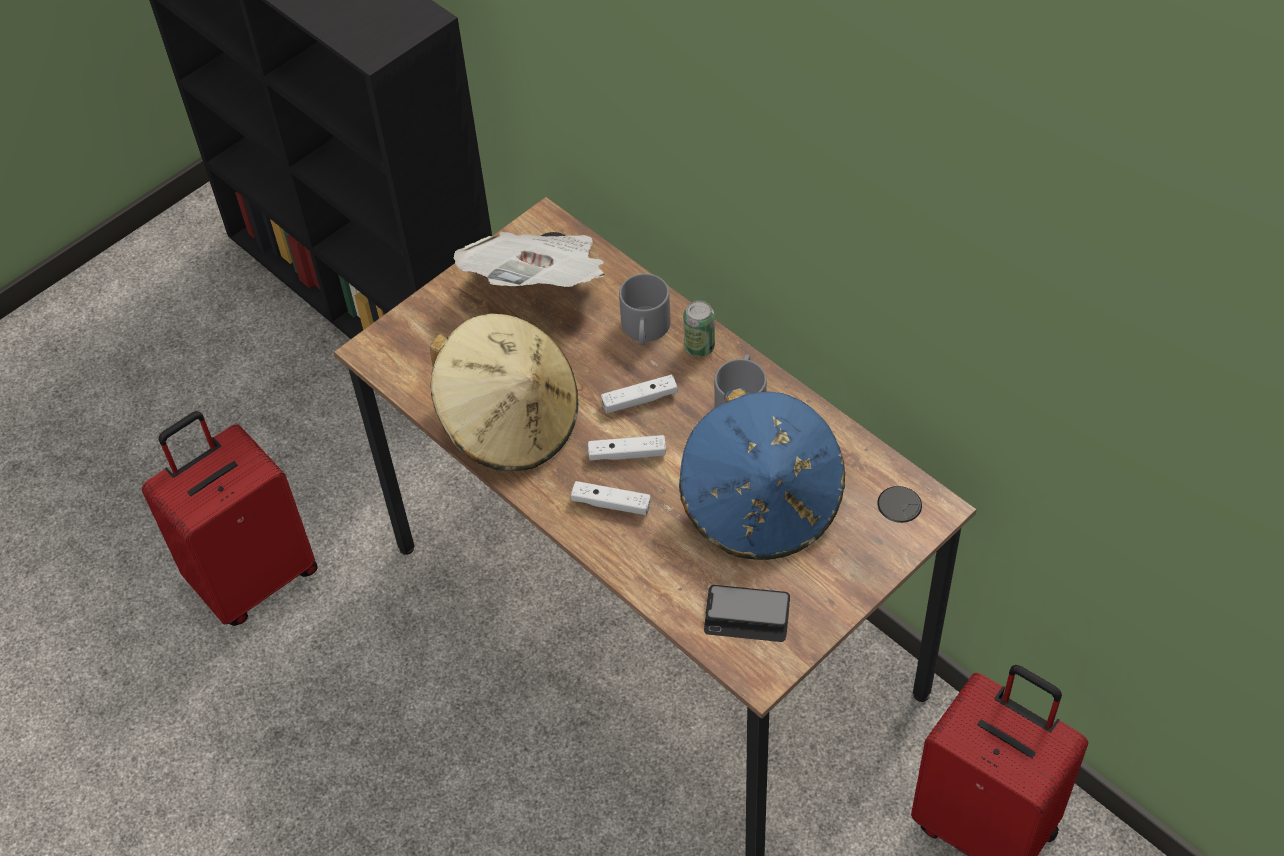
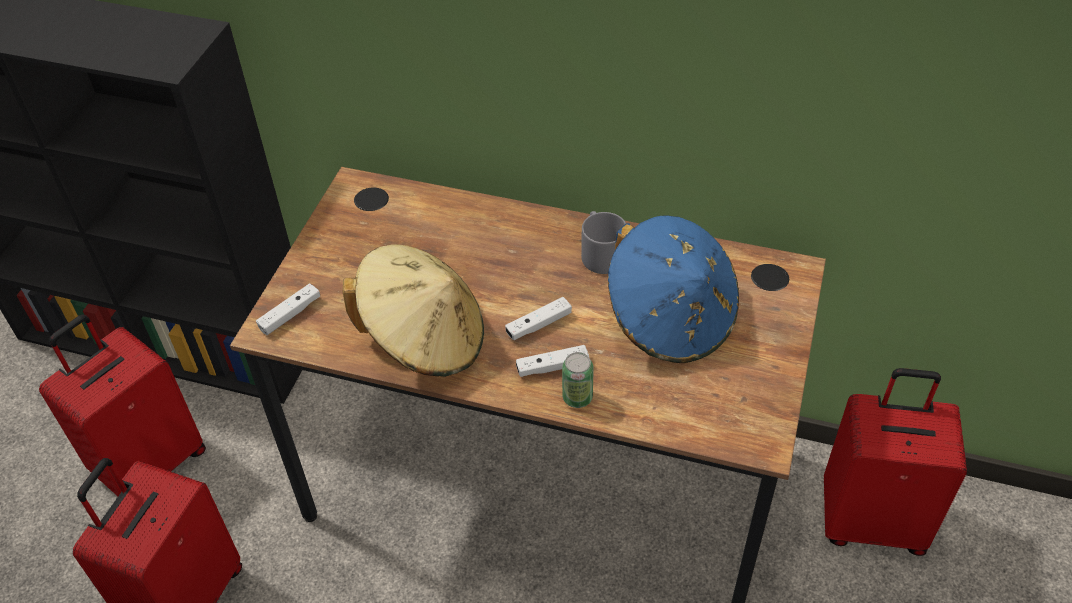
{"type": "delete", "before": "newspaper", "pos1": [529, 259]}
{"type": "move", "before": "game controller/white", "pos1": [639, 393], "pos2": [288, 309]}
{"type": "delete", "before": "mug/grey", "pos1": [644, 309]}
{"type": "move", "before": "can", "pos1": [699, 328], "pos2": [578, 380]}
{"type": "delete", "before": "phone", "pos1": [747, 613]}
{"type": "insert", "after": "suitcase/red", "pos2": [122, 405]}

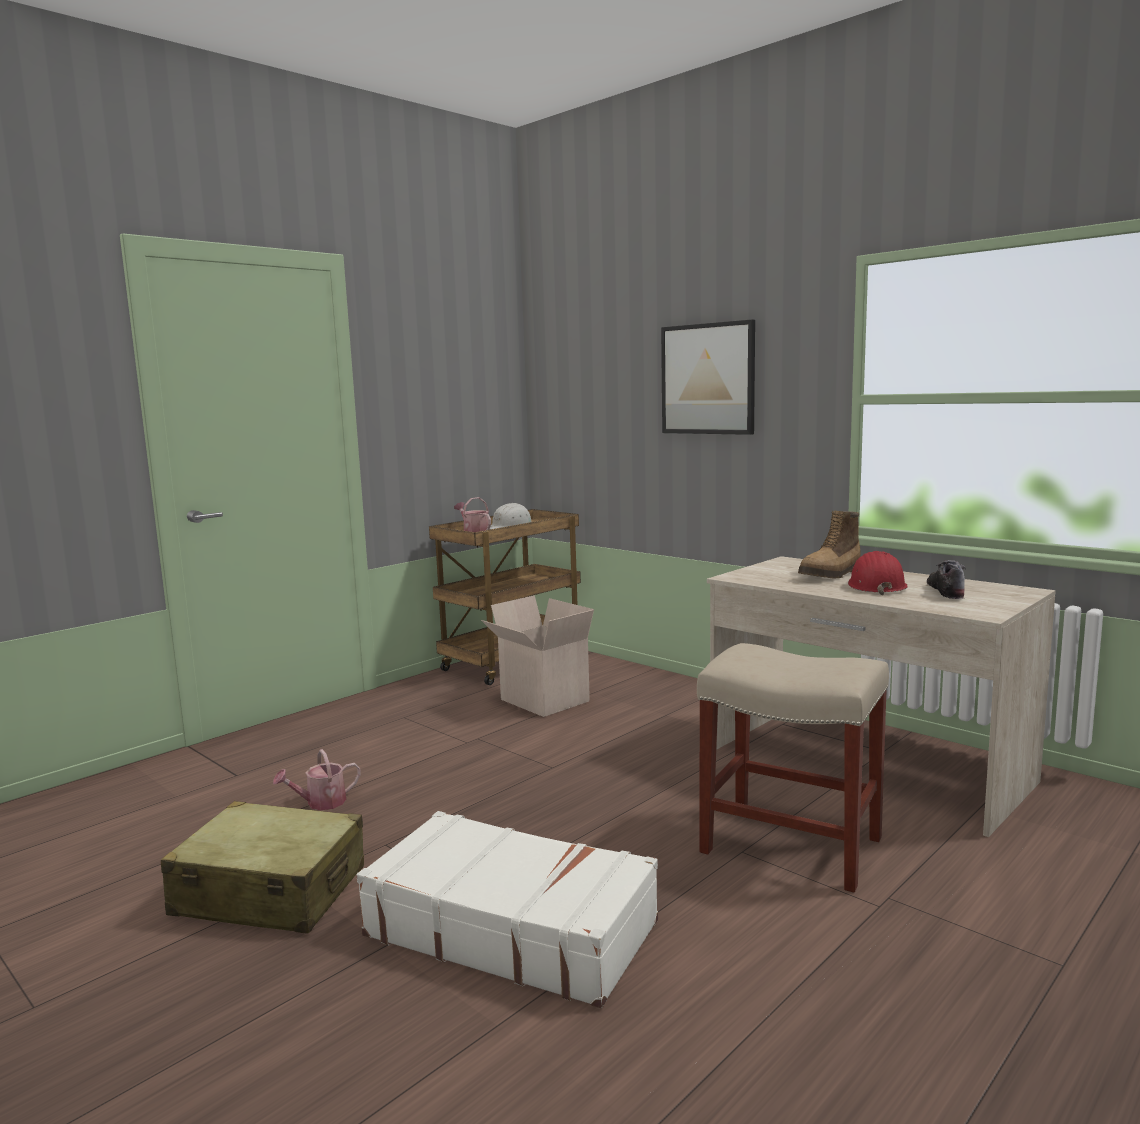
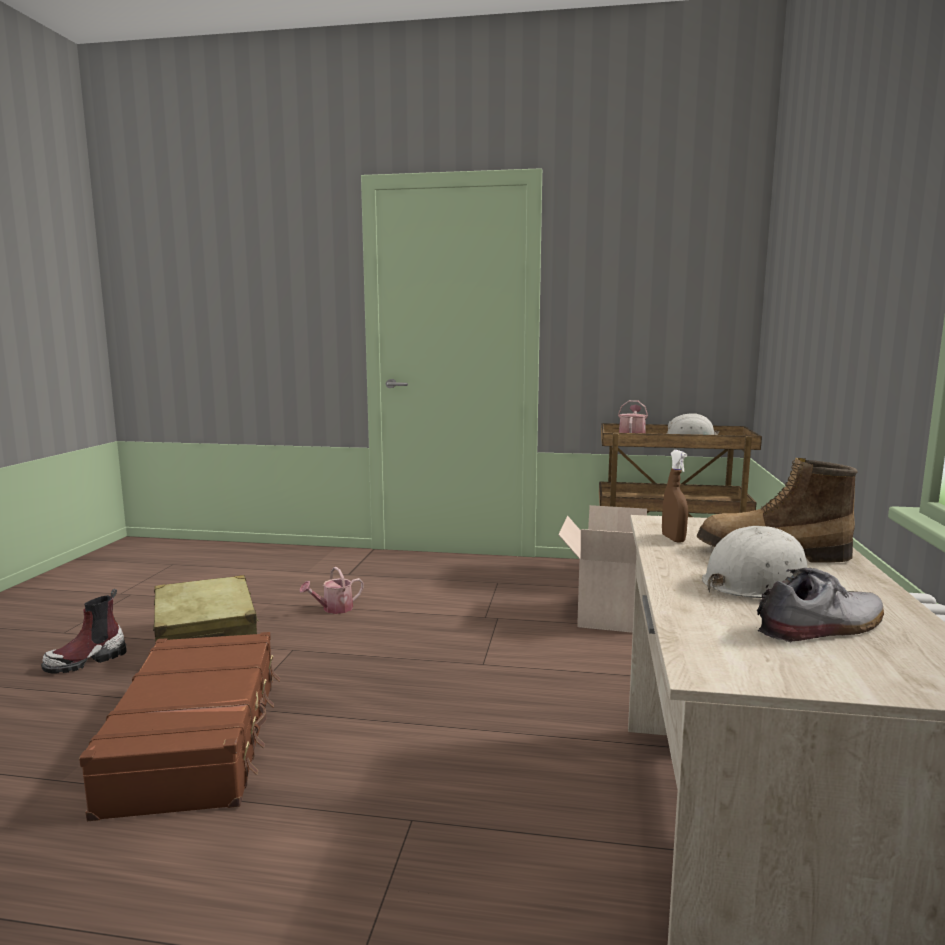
{"type": "rotate", "before": "watering can", "pos1": [317, 779], "pos2": [332, 590], "turn": -60}
{"type": "recolor", "before": "suitcase/white", "after": "suitcase/brown", "pos1": [507, 909], "pos2": [179, 726]}
{"type": "delete", "before": "picture", "pos1": [708, 377]}
{"type": "delete", "before": "stool/beige", "pos1": [793, 768]}
{"type": "recolor", "before": "hard hat/red", "after": "hard hat/white", "pos1": [878, 573], "pos2": [754, 562]}
{"type": "insert", "after": "boot", "pos2": [83, 631]}
{"type": "insert", "after": "spray bottle/brown", "pos2": [675, 496]}

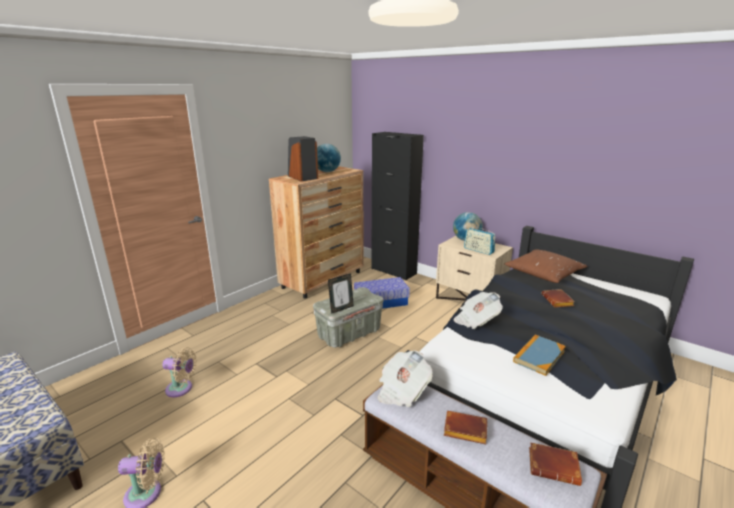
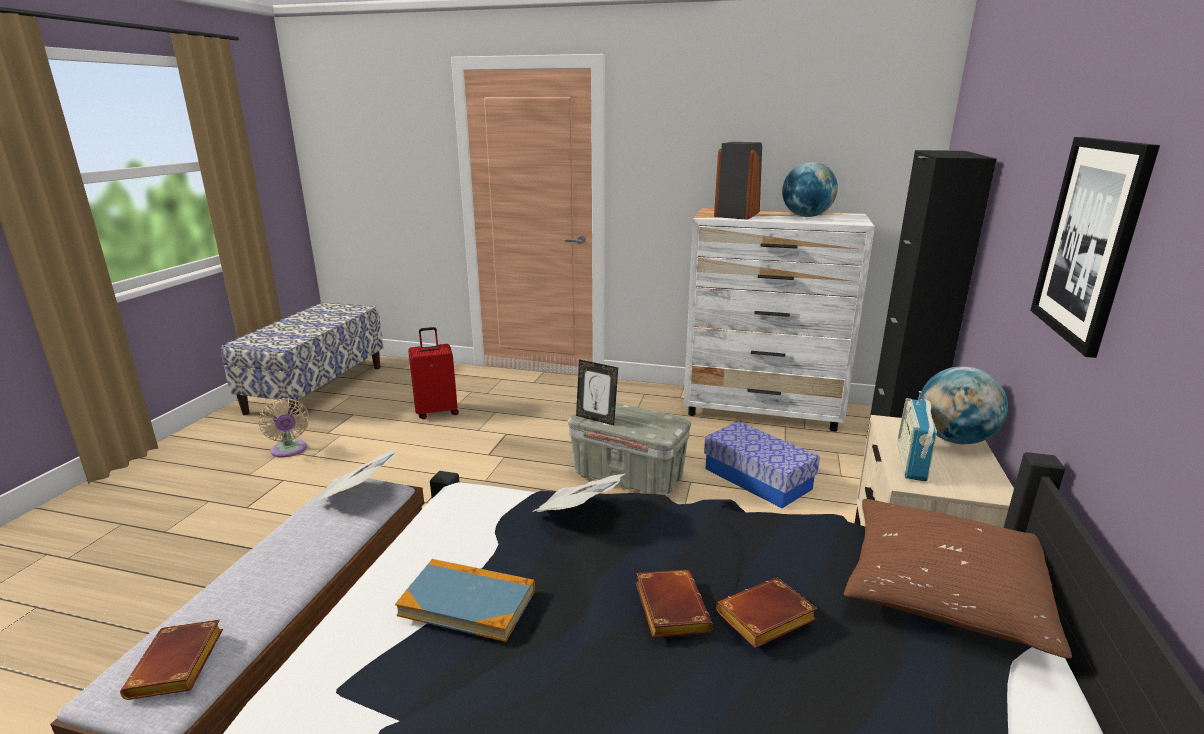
{"type": "replace", "before": "fan/beige", "after": "suitcase/red", "pos1": [179, 372], "pos2": [433, 373]}
{"type": "recolor", "before": "dresser/brown", "after": "dresser/white", "pos1": [316, 232], "pos2": [779, 320]}
{"type": "move", "before": "book/brown", "pos1": [465, 427], "pos2": [674, 604]}
{"type": "insert", "after": "picture", "pos2": [1095, 247]}

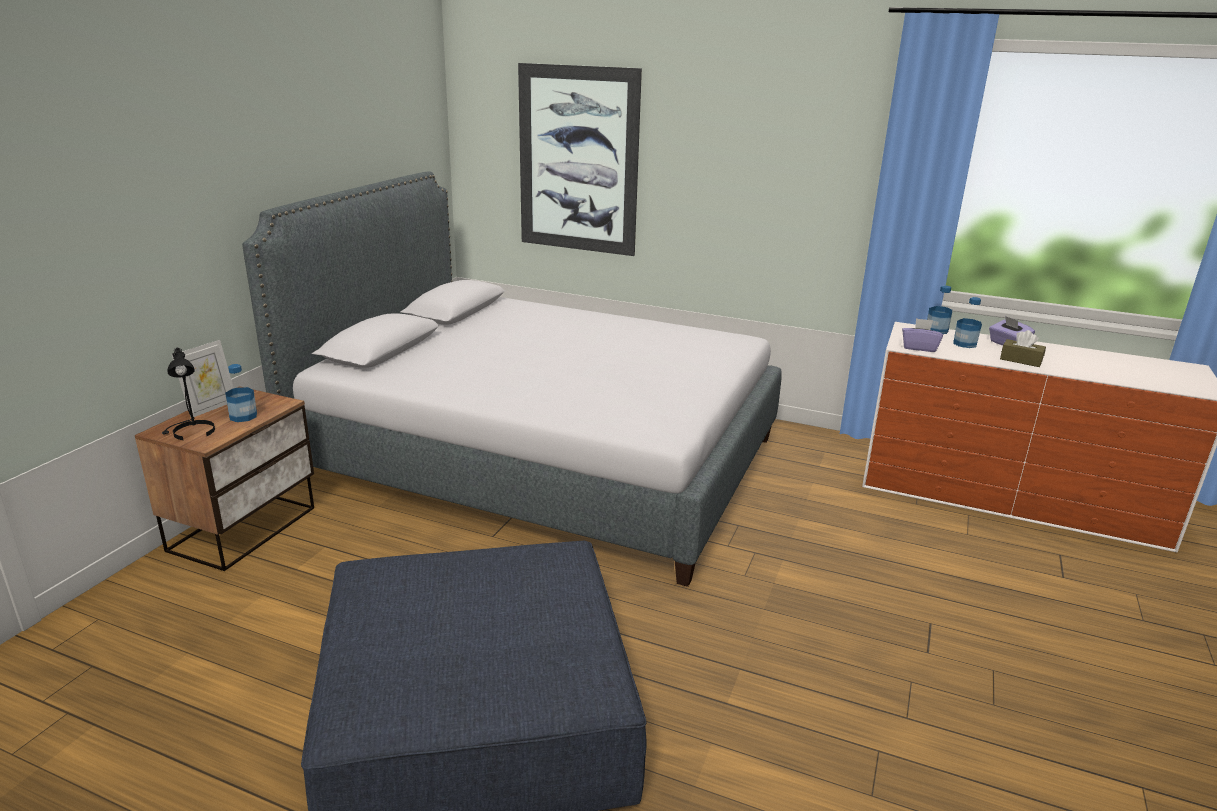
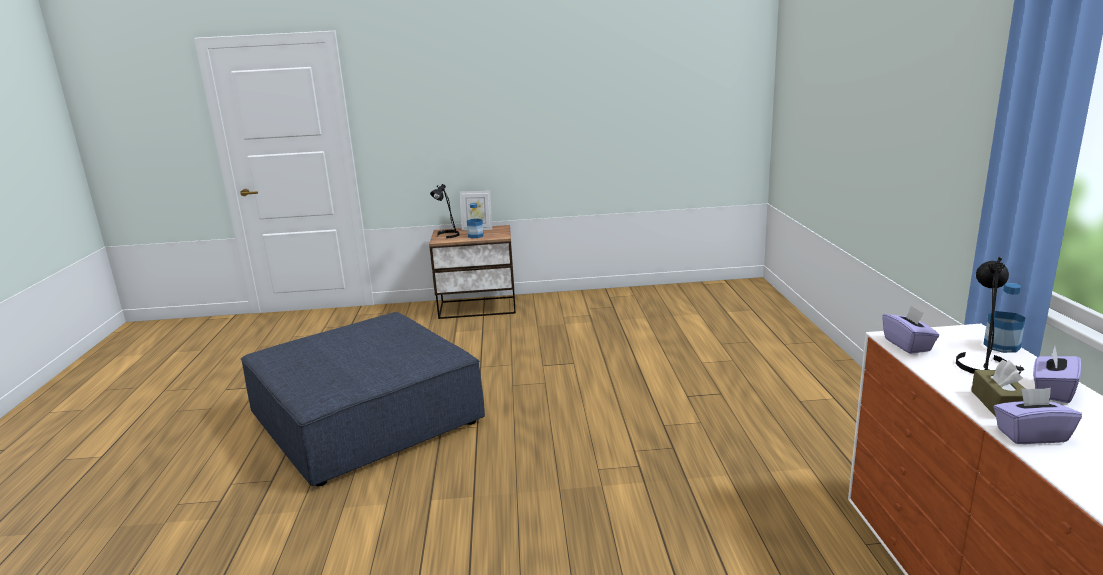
{"type": "delete", "before": "bed/grey", "pos1": [512, 379]}
{"type": "delete", "before": "picture", "pos1": [580, 159]}
{"type": "replace", "before": "bottle", "after": "table lamp/black", "pos1": [967, 322], "pos2": [990, 315]}
{"type": "insert", "after": "tissue box/purple", "pos2": [1037, 416]}

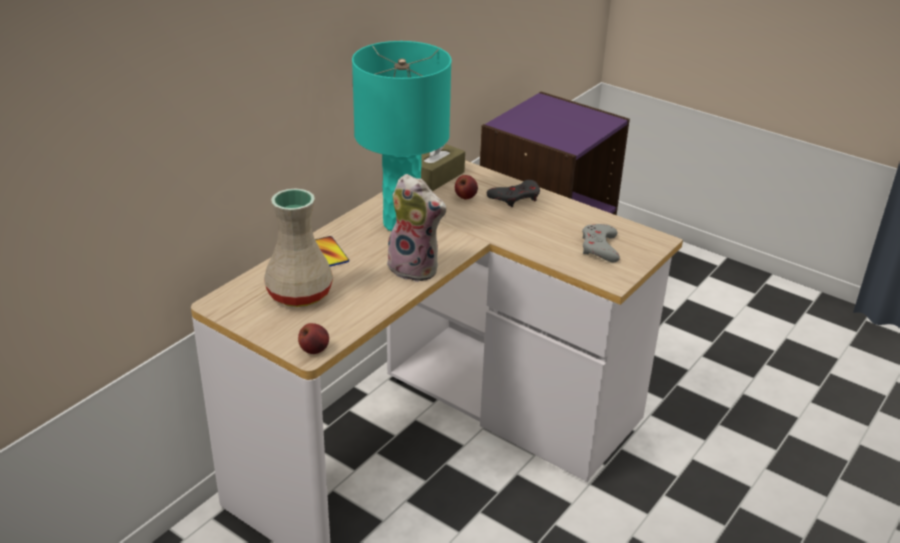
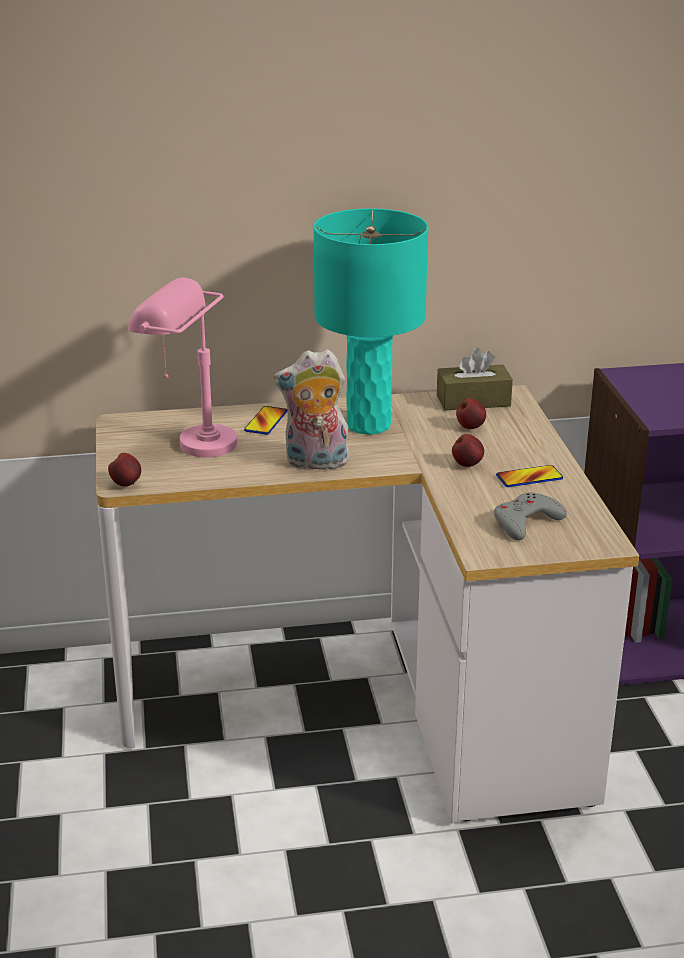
{"type": "replace", "before": "vase/beige", "after": "table lamp/pink", "pos1": [298, 248], "pos2": [182, 367]}
{"type": "rotate", "before": "plush toy", "pos1": [414, 228], "pos2": [311, 409], "turn": 105}
{"type": "delete", "before": "game controller/grey", "pos1": [513, 193]}
{"type": "insert", "after": "apple", "pos2": [468, 450]}
{"type": "insert", "after": "phone", "pos2": [529, 476]}

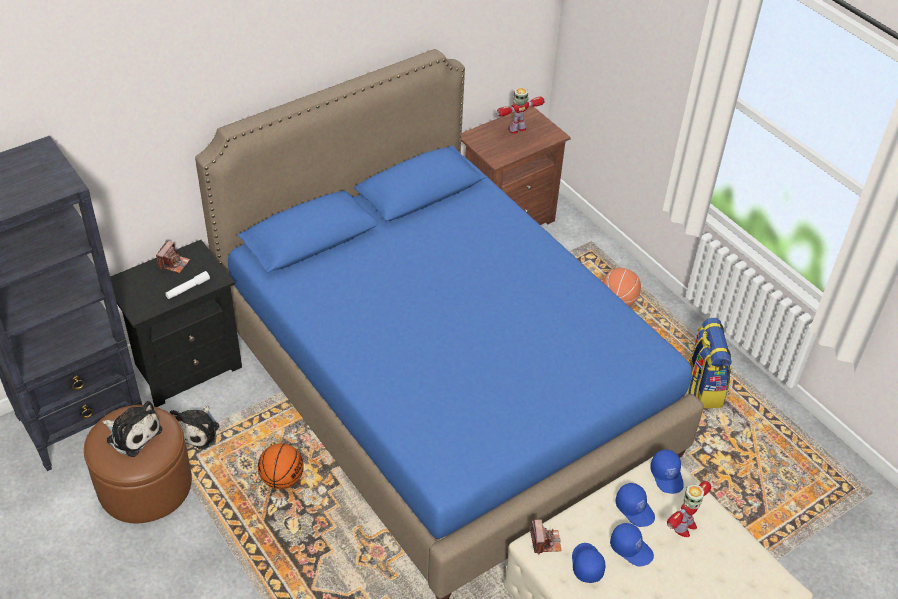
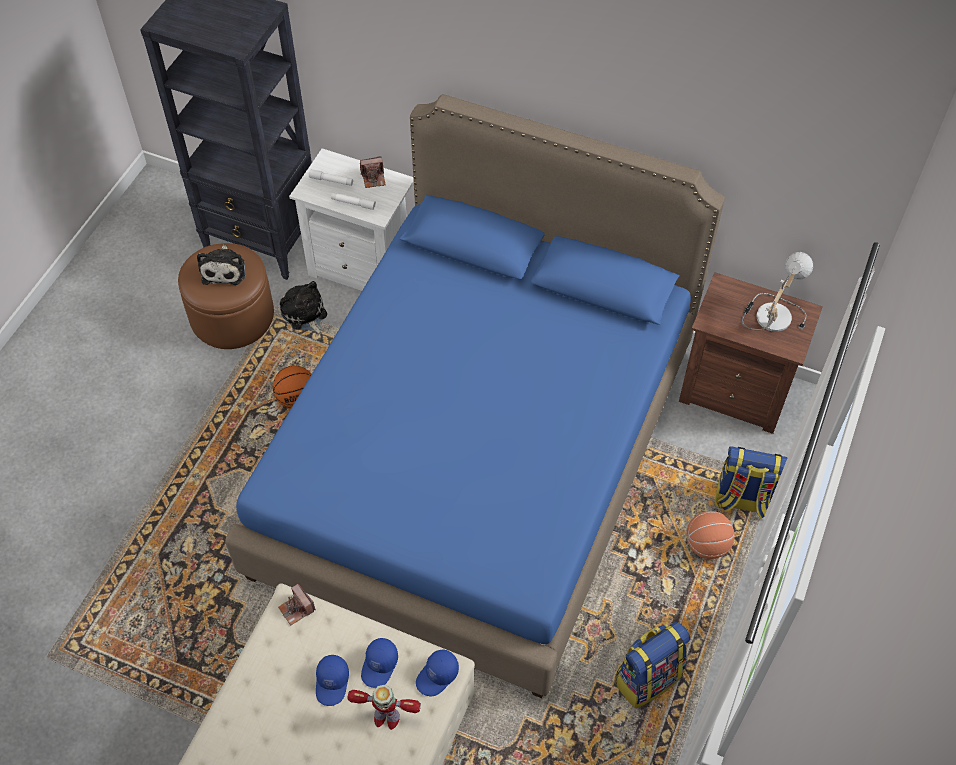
{"type": "recolor", "before": "nightstand/black", "after": "nightstand/white", "pos1": [176, 323], "pos2": [351, 219]}
{"type": "rotate", "before": "plush toy", "pos1": [194, 427], "pos2": [303, 307], "turn": 75}
{"type": "replace", "before": "toy robot", "after": "table lamp", "pos1": [520, 111], "pos2": [777, 292]}
{"type": "rotate", "before": "photo camera", "pos1": [545, 537], "pos2": [297, 604], "turn": 90}
{"type": "delete", "before": "cap/blue", "pos1": [588, 563]}
{"type": "insert", "after": "flashlight/white", "pos2": [331, 177]}
{"type": "insert", "after": "backpack", "pos2": [751, 482]}

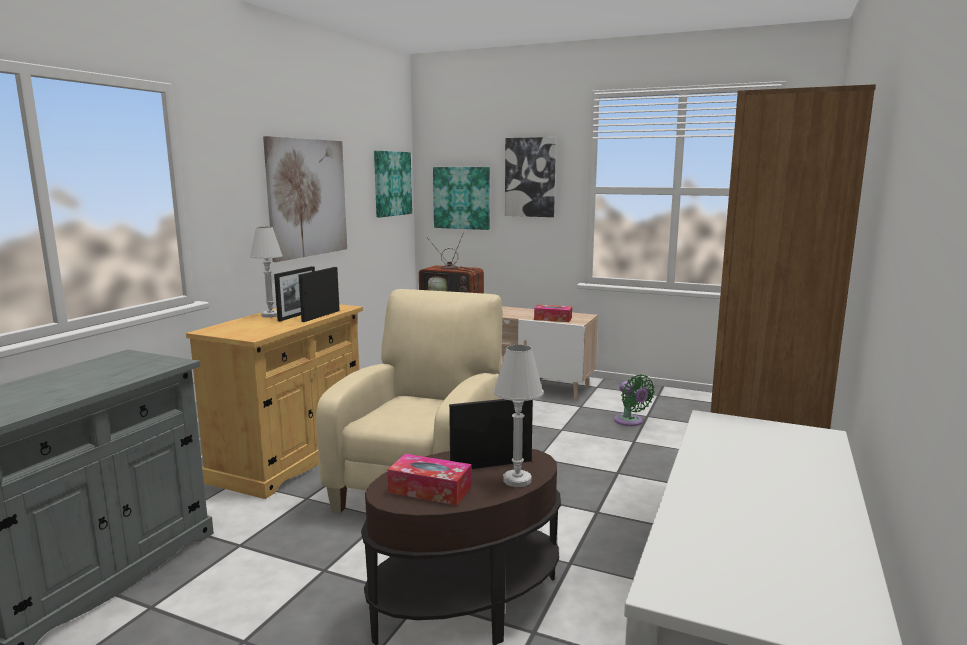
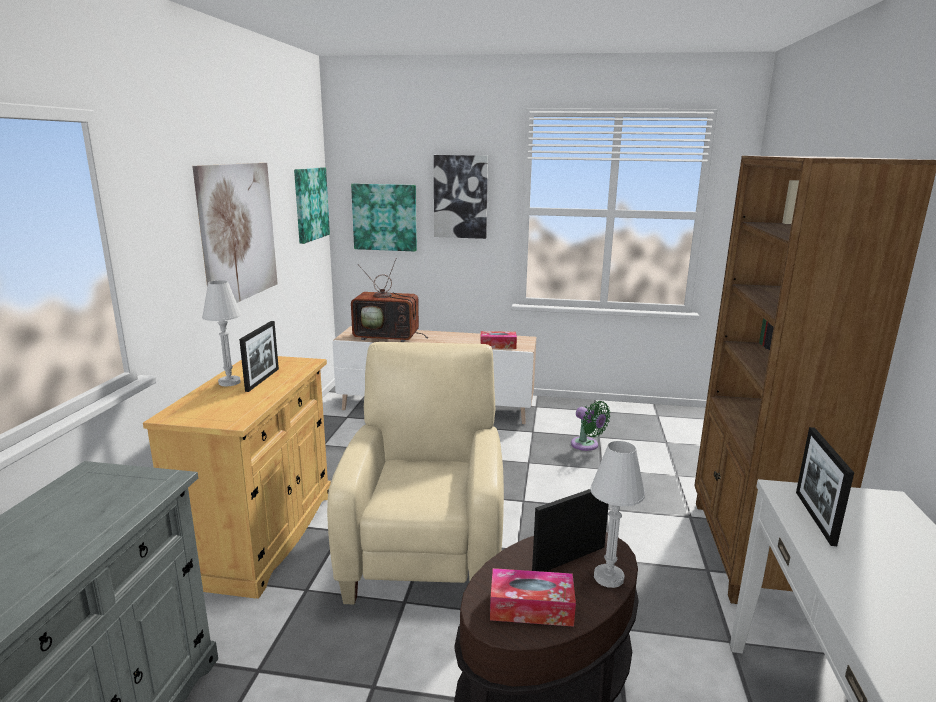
{"type": "move", "before": "picture frame", "pos1": [319, 294], "pos2": [825, 486]}

